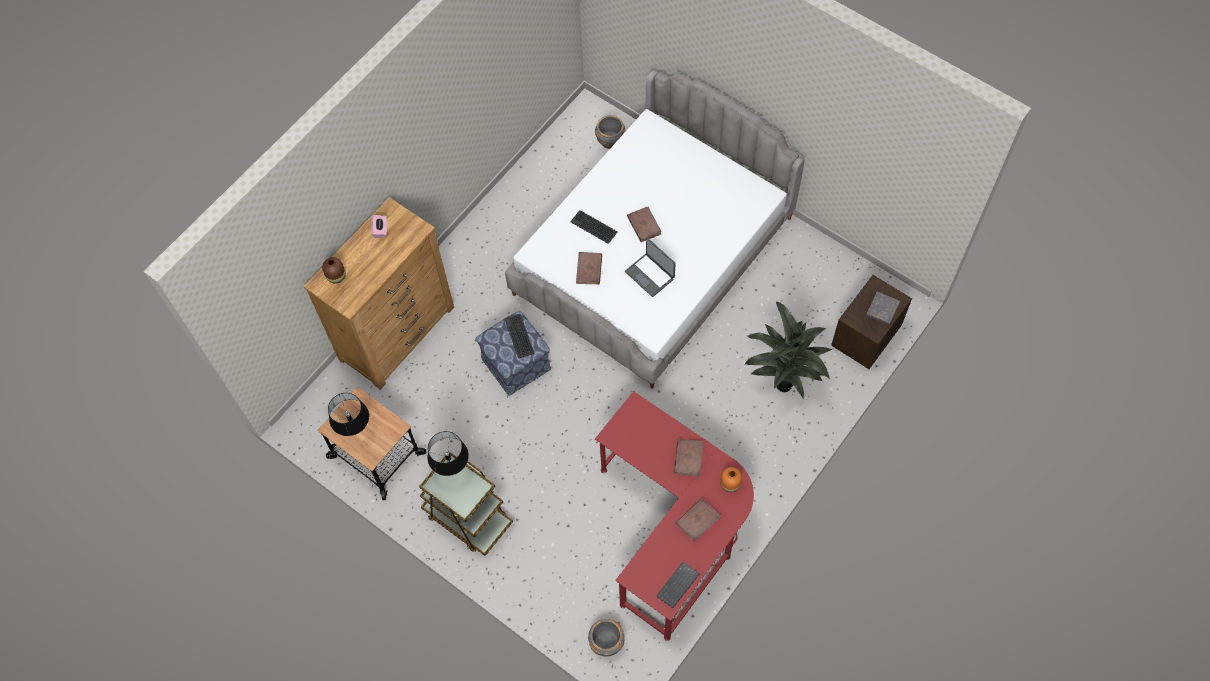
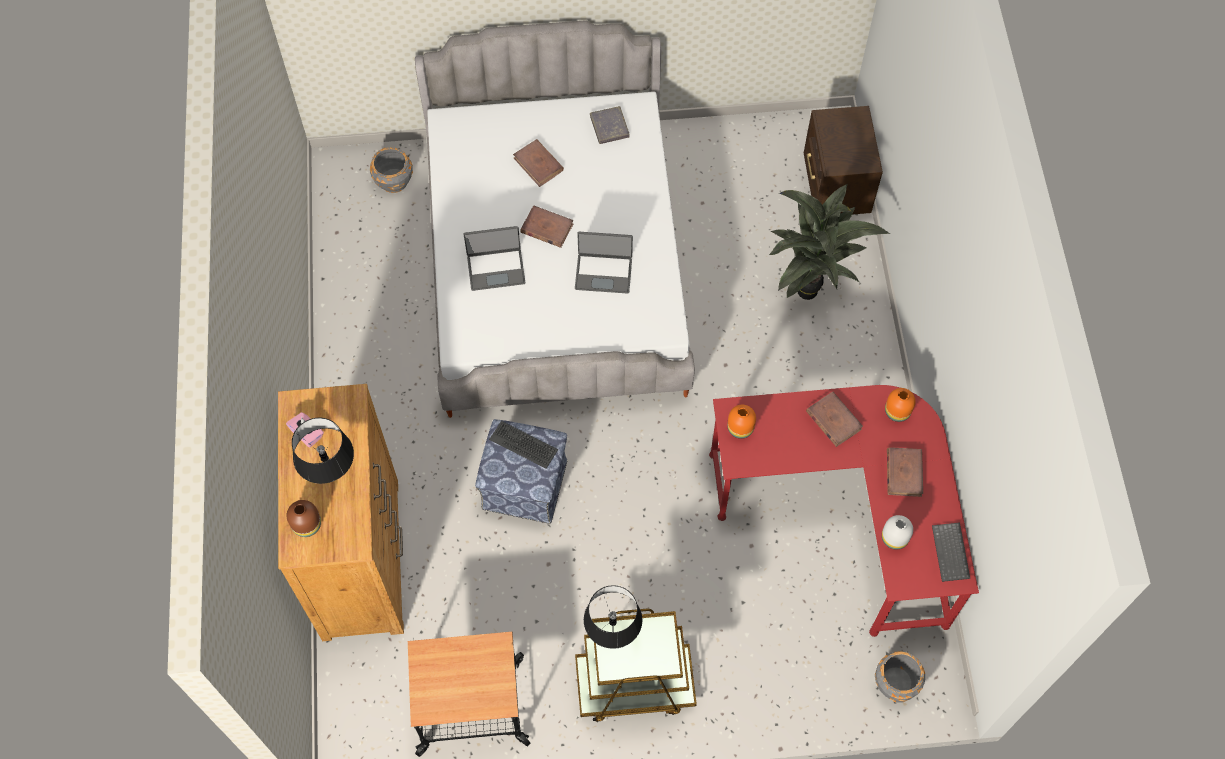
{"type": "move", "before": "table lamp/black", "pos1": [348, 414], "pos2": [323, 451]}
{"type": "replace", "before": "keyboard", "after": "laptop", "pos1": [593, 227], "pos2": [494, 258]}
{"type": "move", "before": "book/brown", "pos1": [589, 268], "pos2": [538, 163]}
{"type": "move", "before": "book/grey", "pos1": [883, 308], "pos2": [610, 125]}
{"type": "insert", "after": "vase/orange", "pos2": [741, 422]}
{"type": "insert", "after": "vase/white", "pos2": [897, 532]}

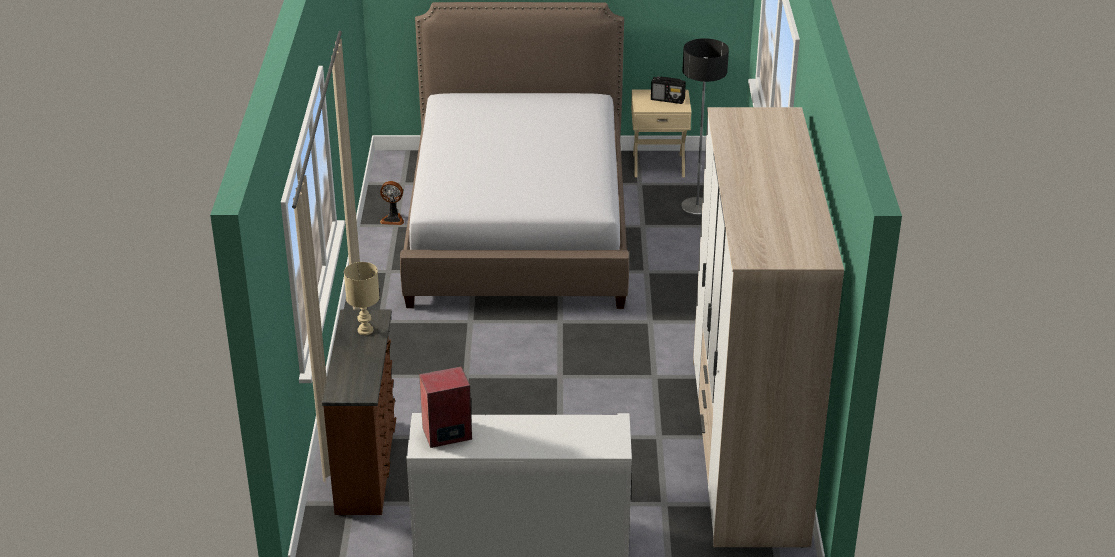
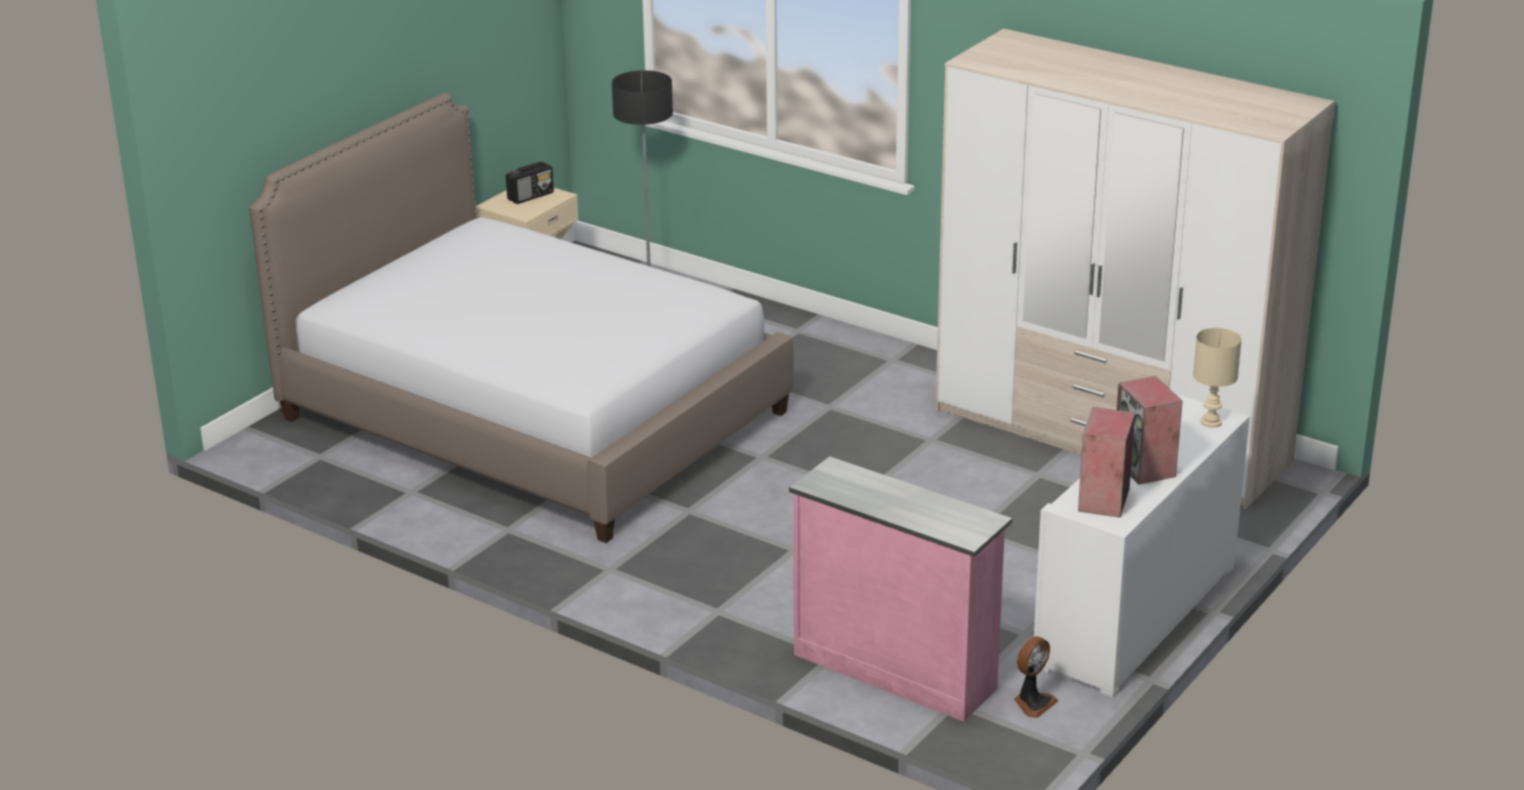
{"type": "recolor", "before": "dresser/brown", "after": "dresser/pink", "pos1": [359, 412], "pos2": [900, 589]}
{"type": "move", "before": "table lamp/beige", "pos1": [362, 298], "pos2": [1217, 378]}
{"type": "move", "before": "fan", "pos1": [392, 203], "pos2": [1036, 677]}
{"type": "insert", "after": "speaker", "pos2": [1150, 430]}

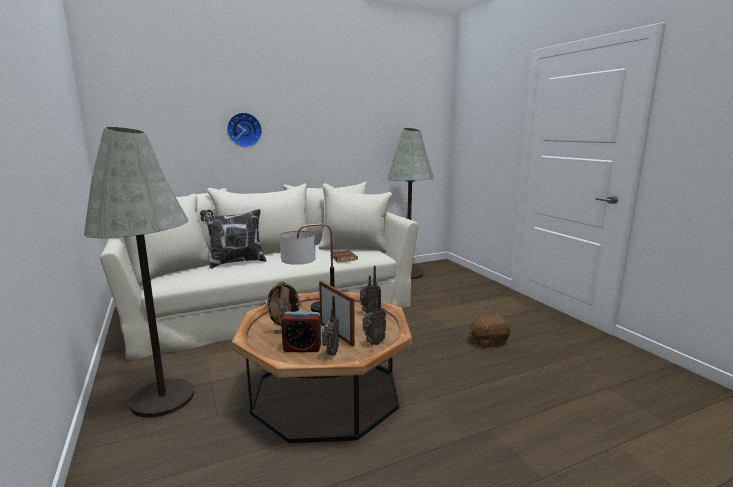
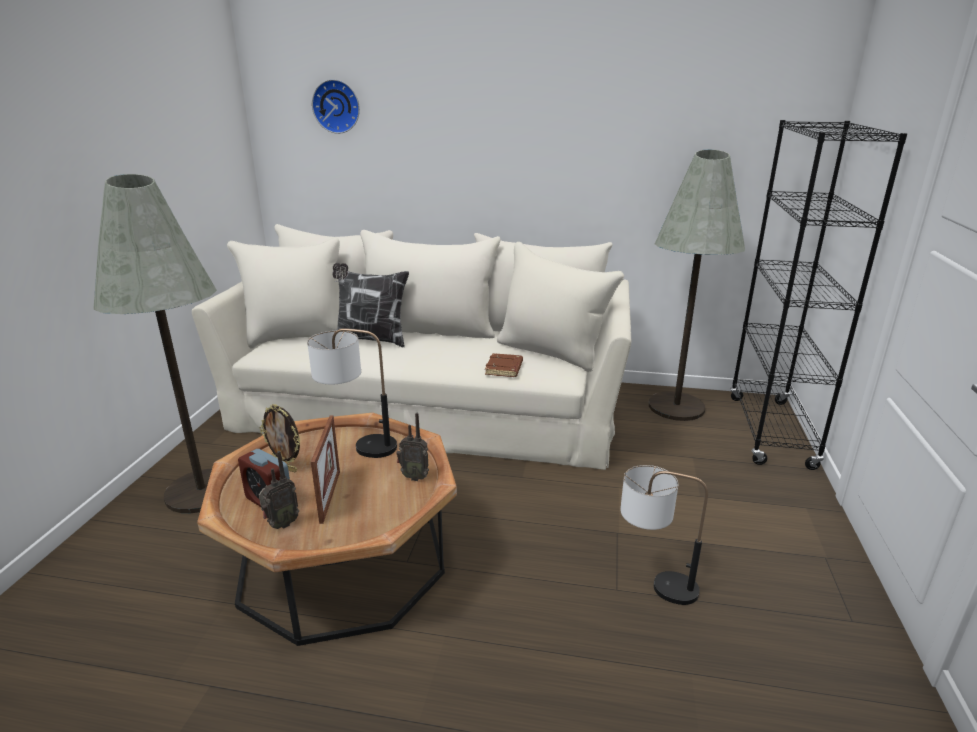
{"type": "move", "before": "wall clock", "pos1": [244, 130], "pos2": [336, 106]}
{"type": "delete", "before": "radio", "pos1": [374, 316]}
{"type": "replace", "before": "plush toy/brown", "after": "table lamp", "pos1": [490, 330], "pos2": [664, 535]}
{"type": "insert", "after": "bookcase/black", "pos2": [818, 295]}

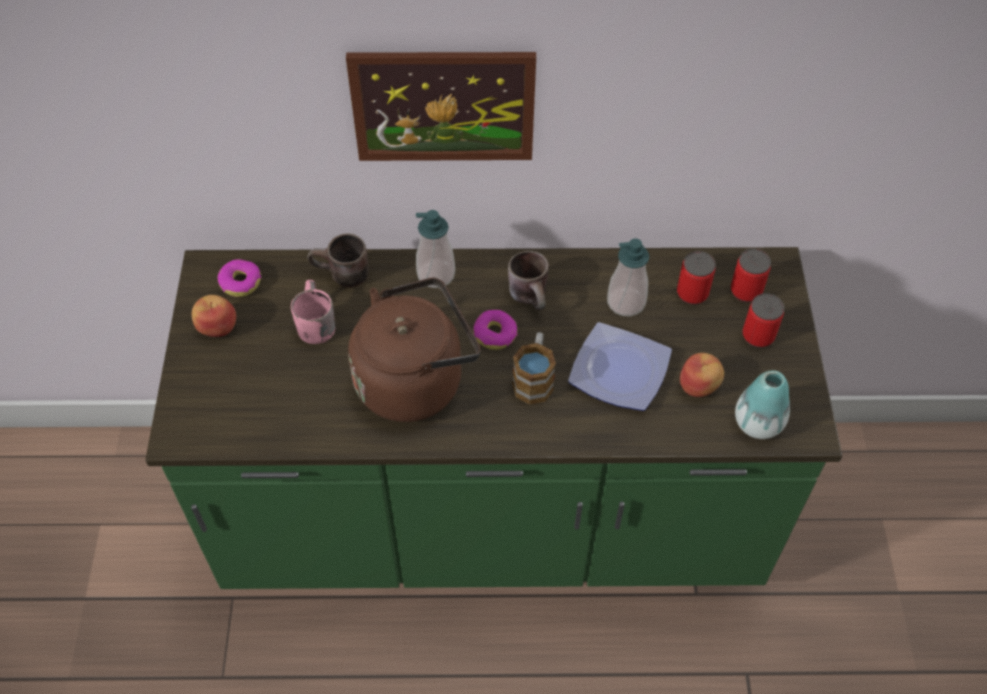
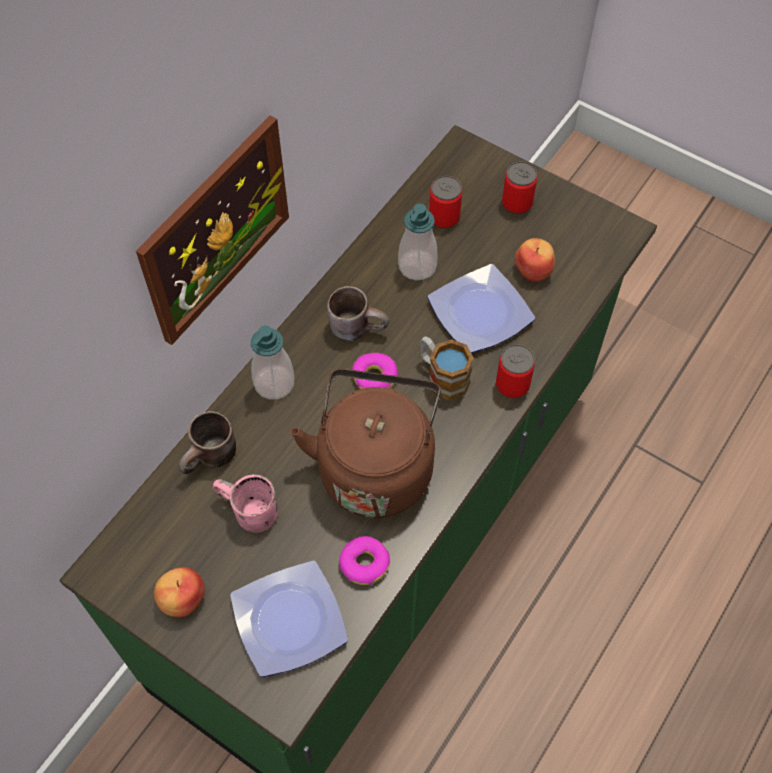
{"type": "move", "before": "donut", "pos1": [239, 278], "pos2": [364, 560]}
{"type": "move", "before": "can", "pos1": [751, 275], "pos2": [515, 371]}
{"type": "delete", "before": "vase", "pos1": [762, 404]}
{"type": "insert", "after": "plate", "pos2": [289, 618]}

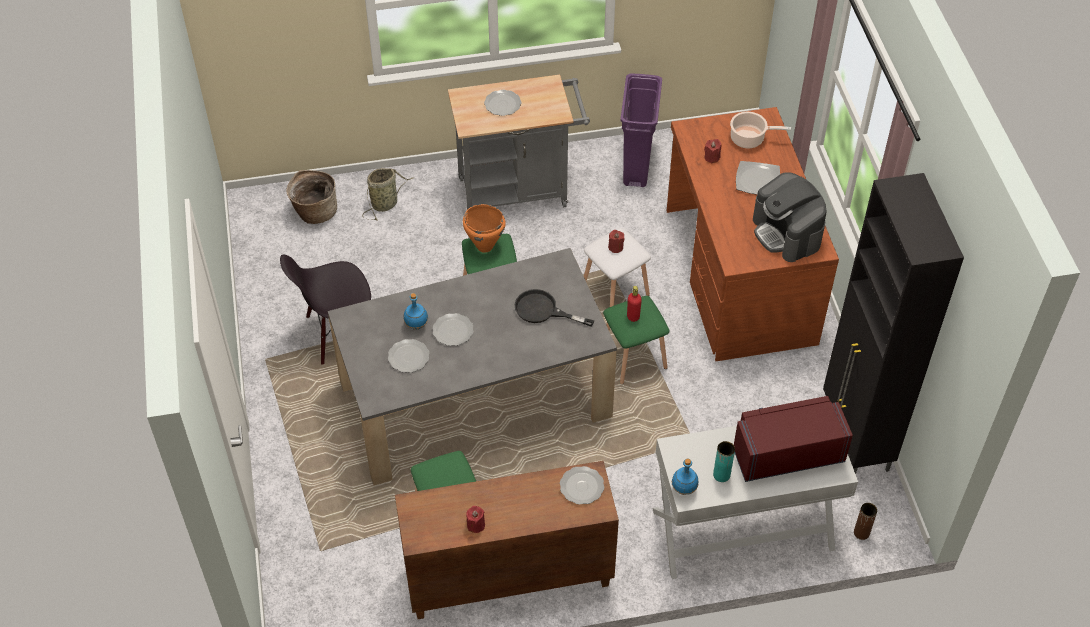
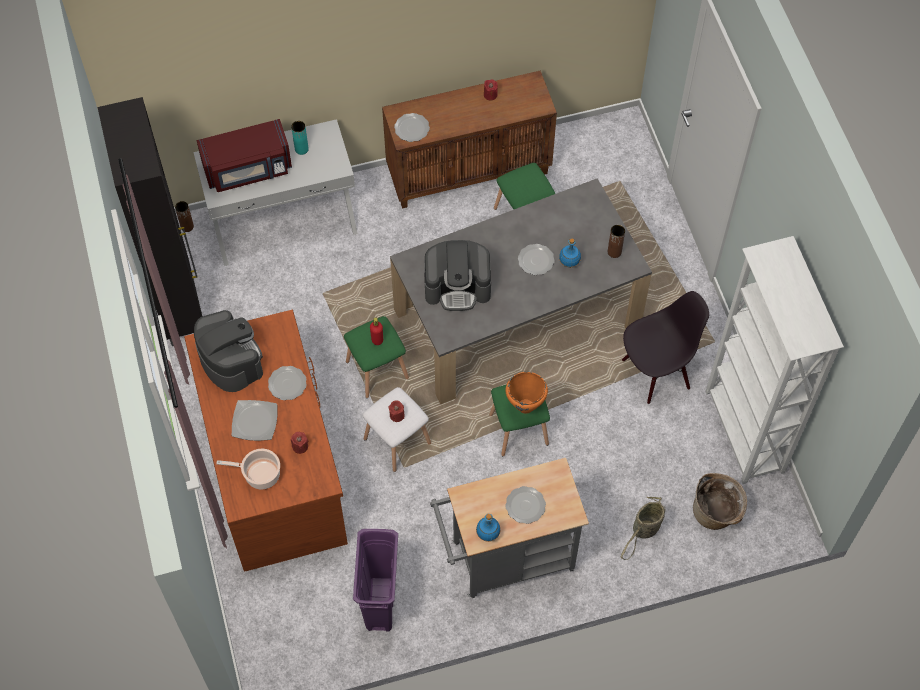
{"type": "move", "before": "plate", "pos1": [408, 355], "pos2": [287, 383]}
{"type": "replace", "before": "frying pan/black", "after": "coffee machine", "pos1": [554, 308], "pos2": [457, 275]}
{"type": "move", "before": "bottle/blue", "pos1": [685, 477], "pos2": [488, 528]}
{"type": "insert", "after": "vase/brown", "pos2": [616, 241]}
{"type": "insert", "after": "bookcase/white", "pos2": [774, 360]}

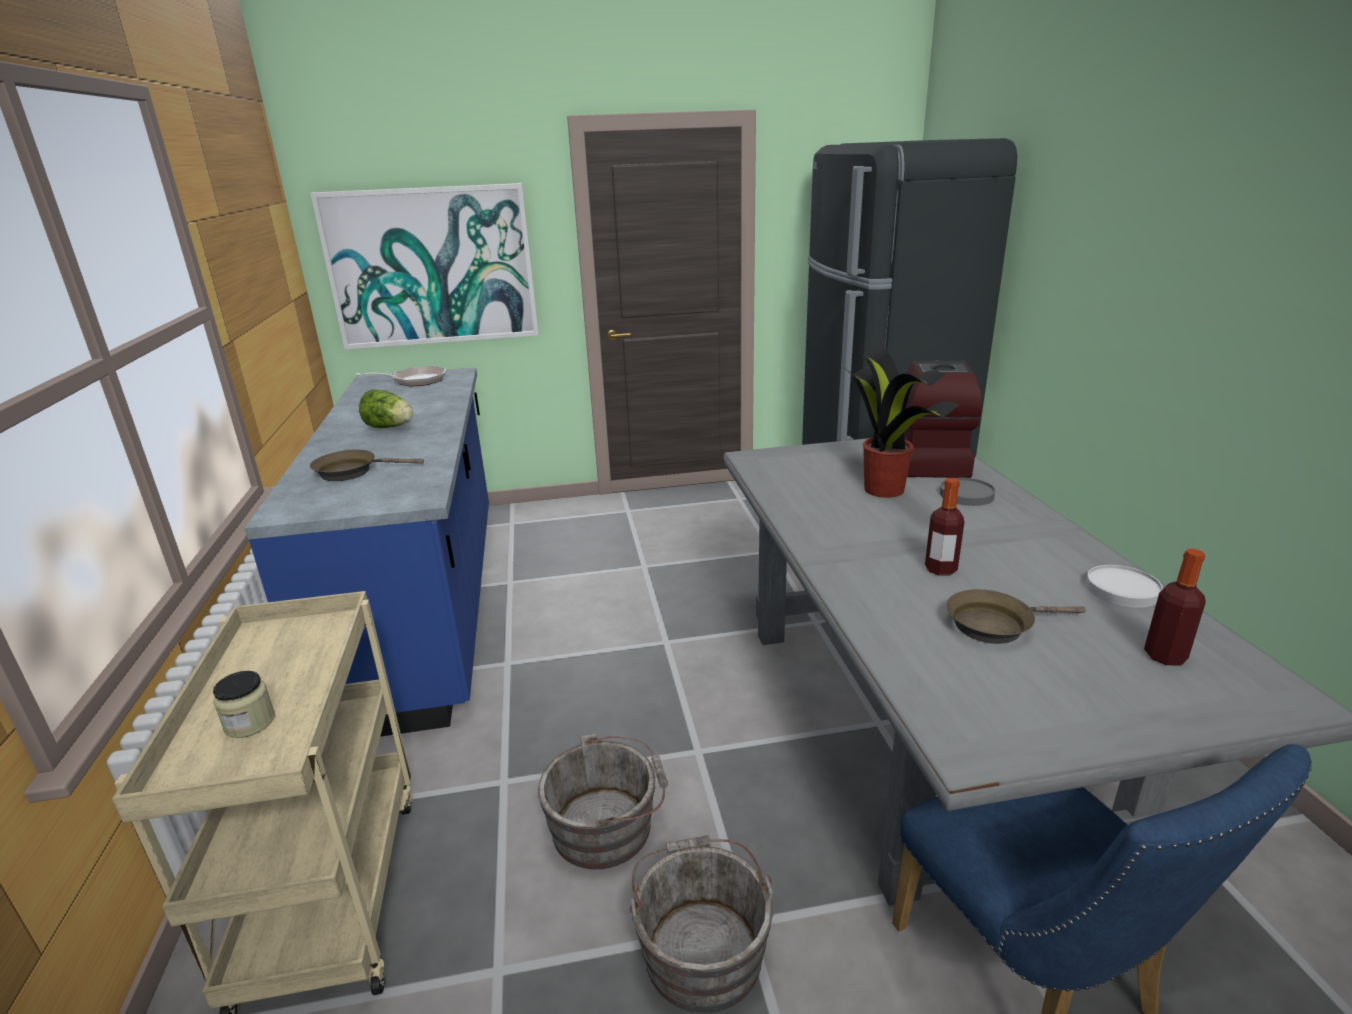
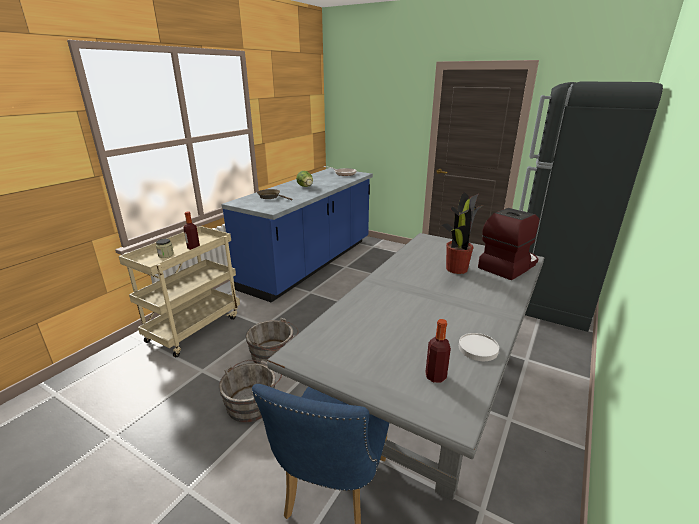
{"type": "delete", "before": "picture", "pos1": [424, 266]}
{"type": "move", "before": "bottle", "pos1": [945, 527], "pos2": [192, 231]}
{"type": "delete", "before": "plate/grey", "pos1": [967, 492]}
{"type": "delete", "before": "frying pan/brown", "pos1": [1016, 616]}

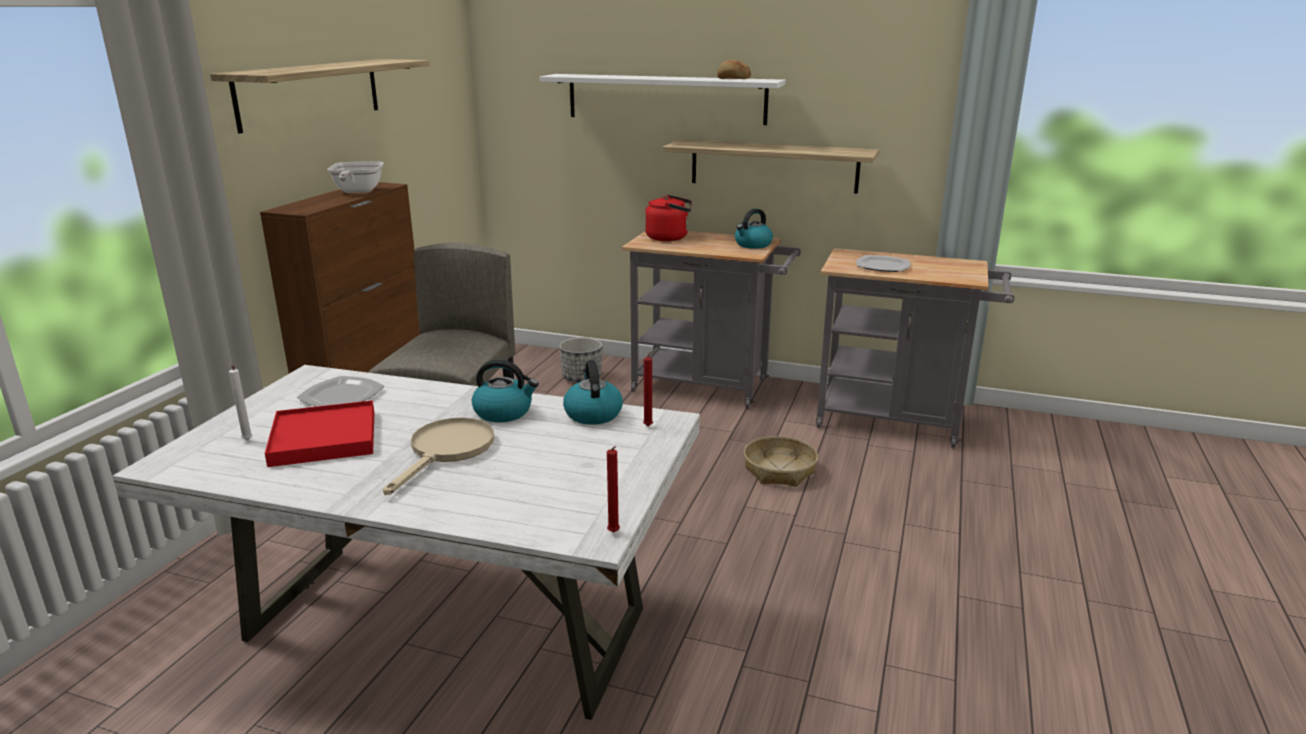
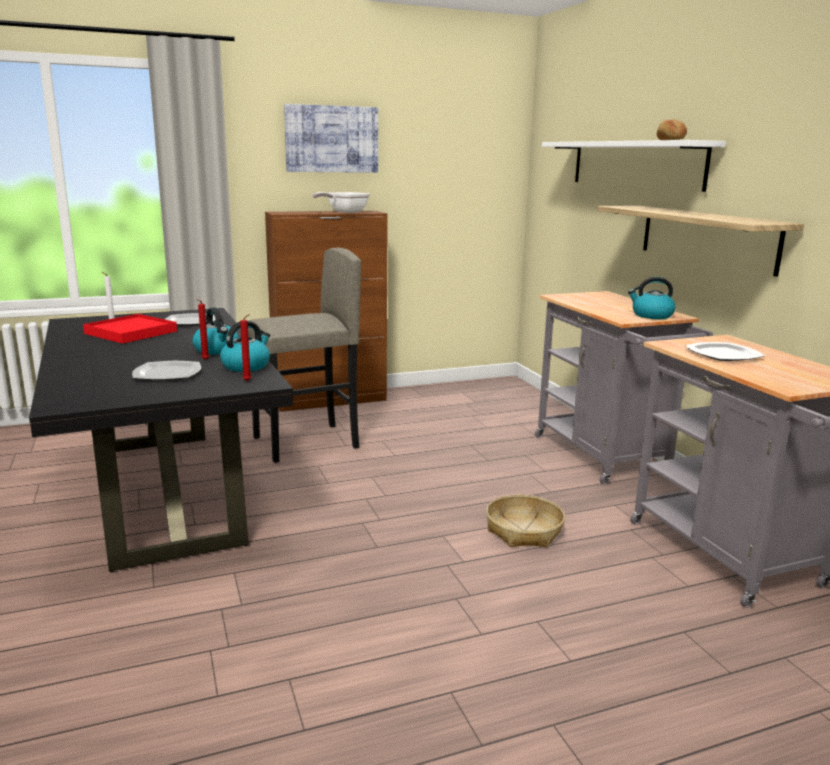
{"type": "recolor", "before": "dining table/white", "after": "dining table/black", "pos1": [406, 542], "pos2": [161, 440]}
{"type": "replace", "before": "shelf", "after": "picture", "pos1": [320, 96], "pos2": [331, 138]}
{"type": "delete", "before": "frying pan/beige", "pos1": [438, 456]}
{"type": "delete", "before": "planter", "pos1": [581, 360]}
{"type": "move", "before": "candle/red", "pos1": [613, 489], "pos2": [202, 329]}
{"type": "delete", "before": "kettle/red", "pos1": [668, 218]}
{"type": "insert", "after": "plate", "pos2": [166, 370]}

